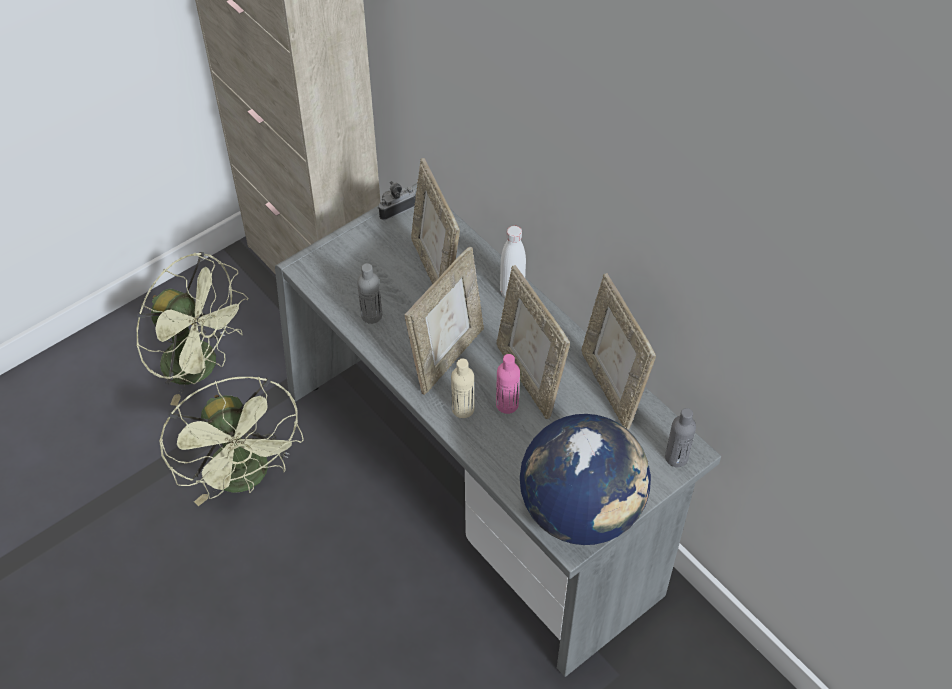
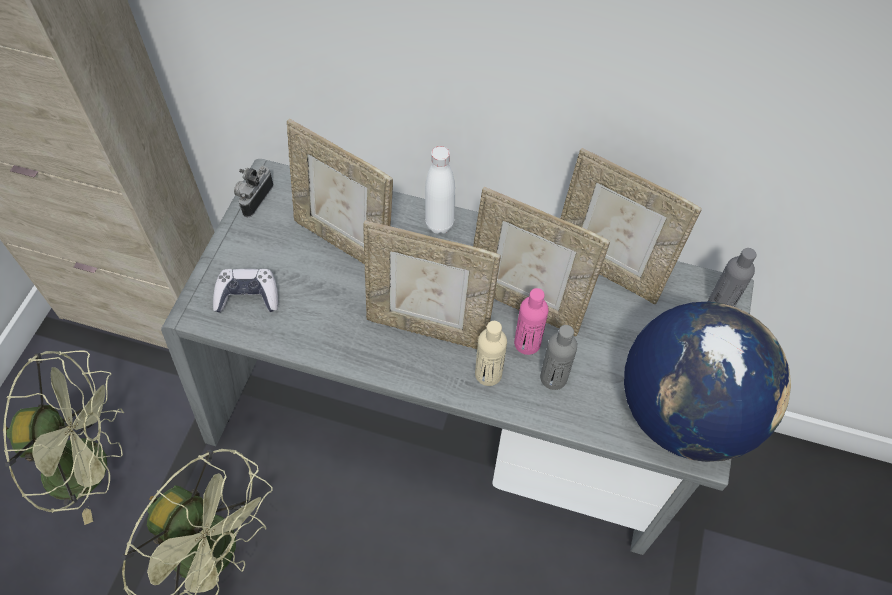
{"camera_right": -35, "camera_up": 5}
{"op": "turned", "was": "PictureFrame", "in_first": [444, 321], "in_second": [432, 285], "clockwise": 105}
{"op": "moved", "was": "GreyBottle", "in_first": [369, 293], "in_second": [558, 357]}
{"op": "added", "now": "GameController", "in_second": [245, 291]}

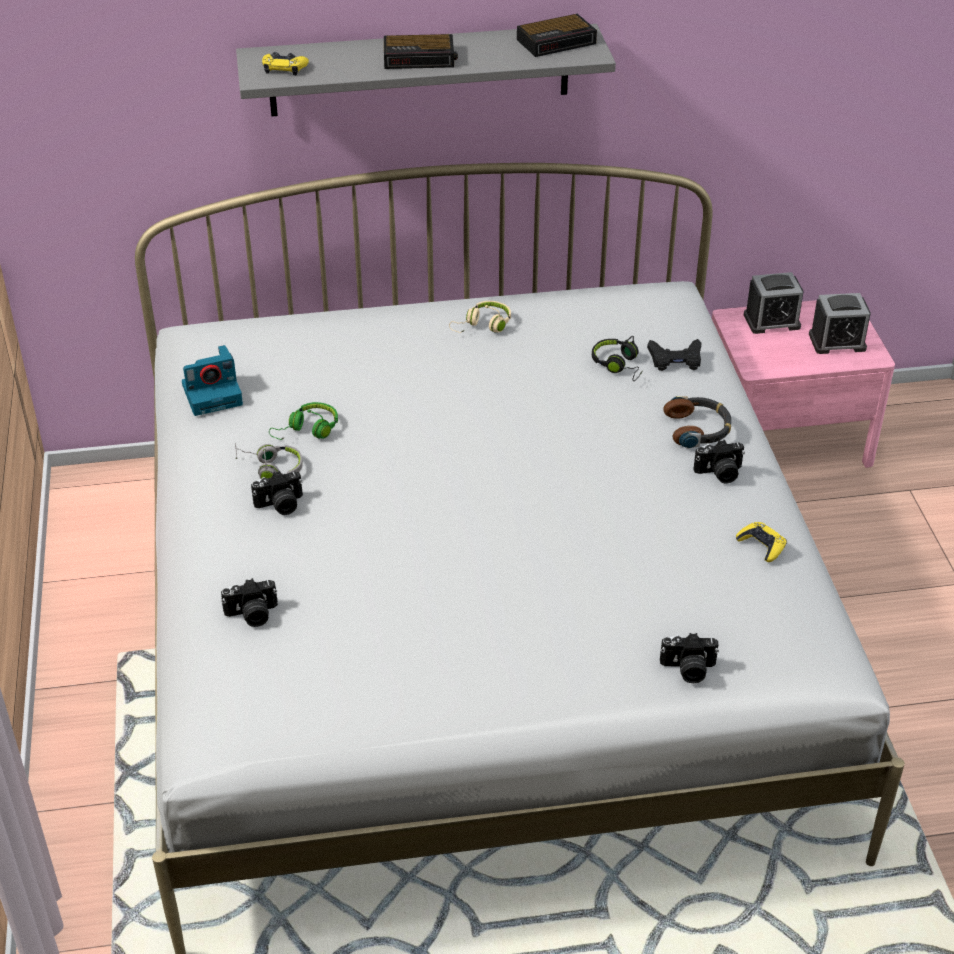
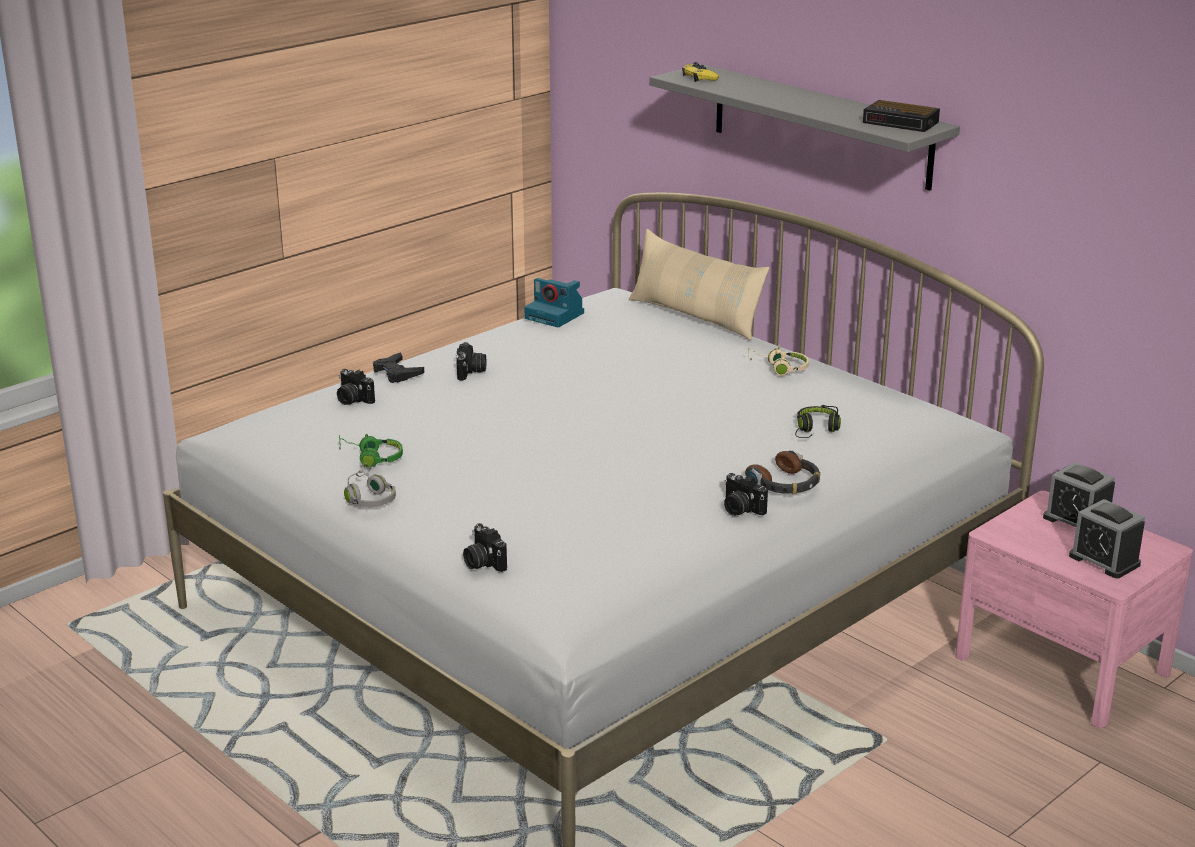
{"camera_right": 55, "camera_up": -15}
{"op": "removed", "was": "AlarmClock", "in_first": [421, 51]}
{"op": "moved", "was": "BlackGameController", "in_first": [674, 355], "in_second": [398, 367]}
{"op": "moved", "was": "GreenHeadphones", "in_first": [303, 421], "in_second": [371, 451]}
{"op": "moved", "was": "GreyHeadphones", "in_first": [269, 461], "in_second": [370, 485]}
{"op": "turned", "was": "PhotoCamera", "in_first": [277, 493], "in_second": [470, 361], "clockwise": -120}
{"op": "removed", "was": "YellowGameController", "in_first": [761, 542]}
{"op": "added", "now": "BeigePillow", "in_second": [699, 284]}

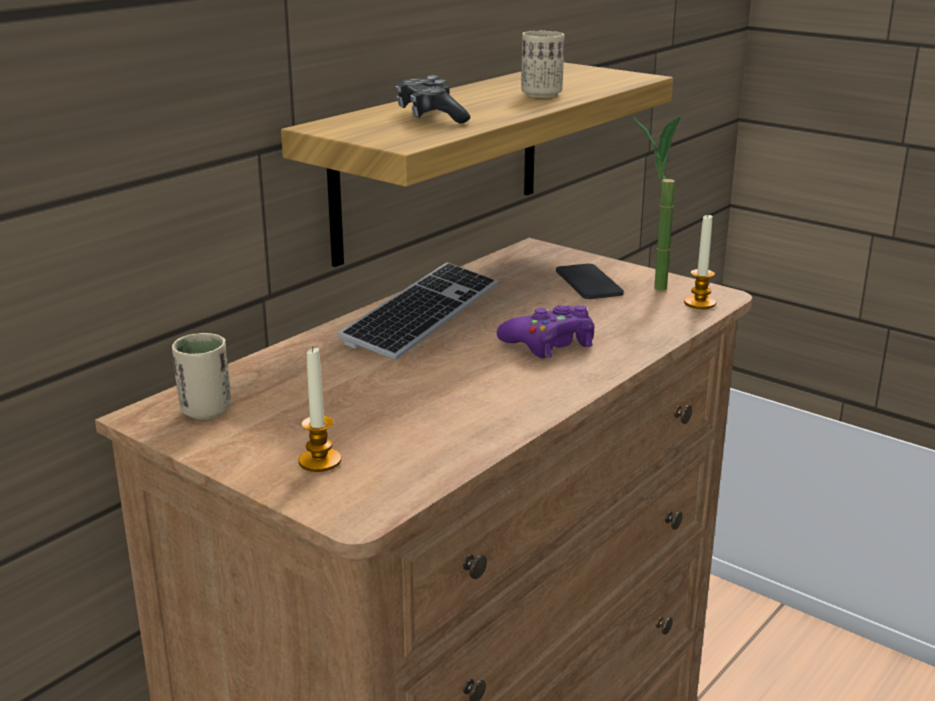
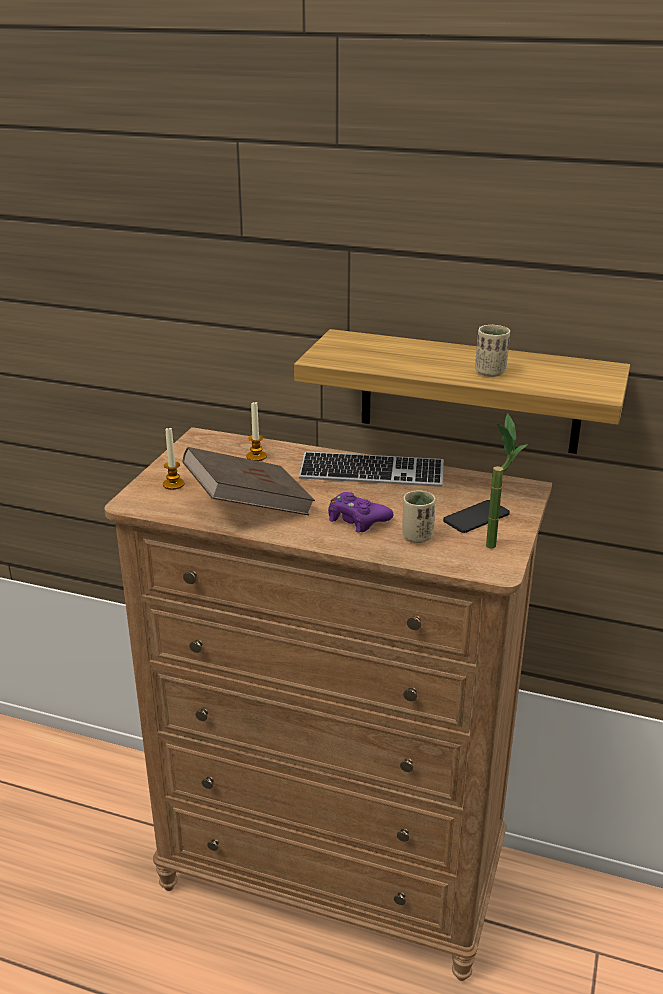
{"camera_right": 70, "camera_up": 5}
{"op": "removed", "was": "GameController", "in_first": [433, 99]}
{"op": "moved", "was": "Candle", "in_first": [700, 262], "in_second": [256, 431]}
{"op": "moved", "was": "BeigeCup", "in_first": [202, 376], "in_second": [419, 516]}
{"op": "added", "now": "BrownBook", "in_second": [248, 481]}

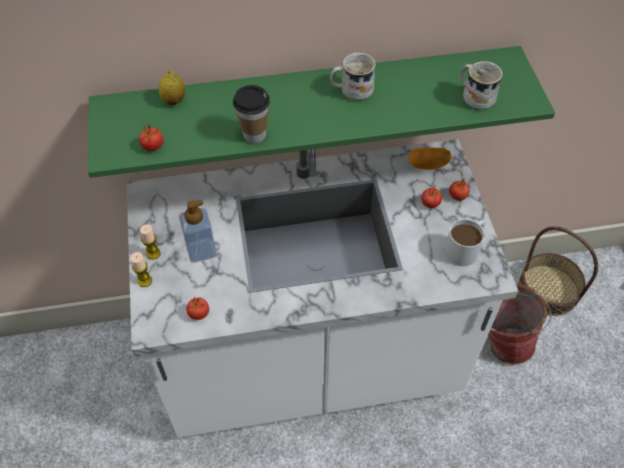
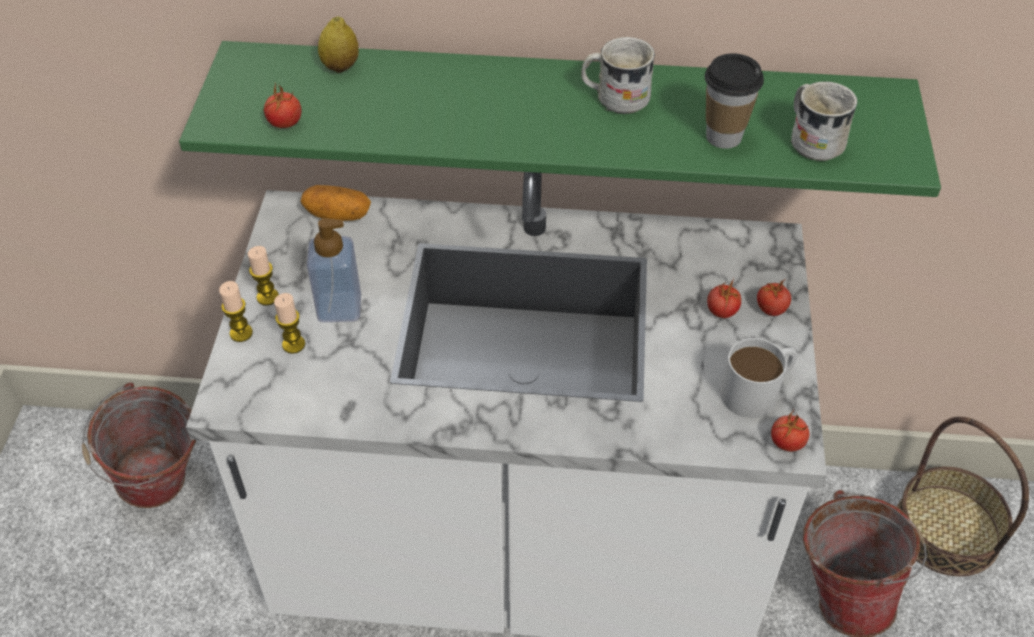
{"camera_right": 15, "camera_up": -5}
{"op": "moved", "was": "Cup", "in_first": [251, 114], "in_second": [734, 101]}
{"op": "moved", "was": "Potato", "in_first": [430, 158], "in_second": [336, 203]}
{"op": "moved", "was": "Tomato", "in_first": [197, 307], "in_second": [790, 430]}
{"op": "added", "now": "Candle", "in_second": [289, 323]}
{"op": "added", "now": "Bucket", "in_second": [139, 445]}

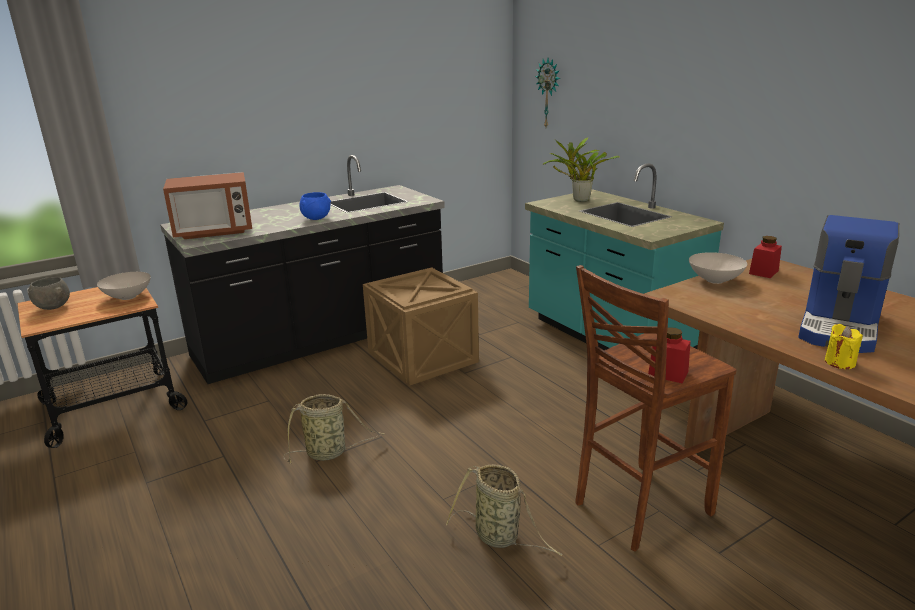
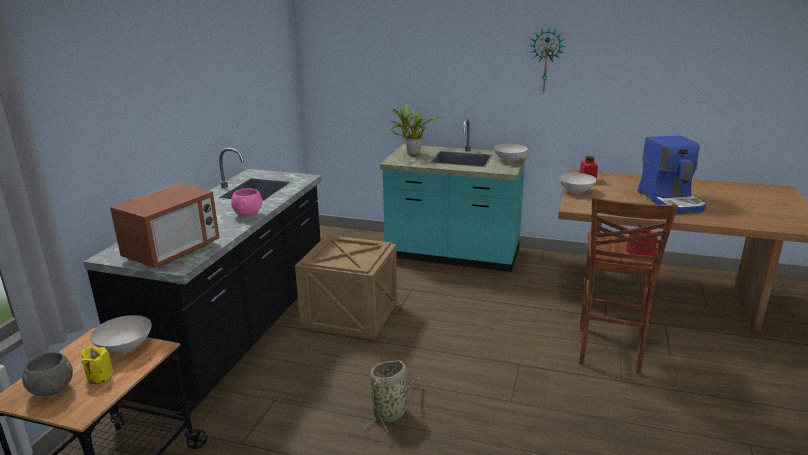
{"camera_right": -40, "camera_up": 0}
{"op": "moved", "was": "WallClock", "in_first": [547, 92], "in_second": [547, 60]}
{"op": "recoloured", "was": "BlueBowl", "now": "PinkBowl", "in_first": [315, 206], "in_second": [246, 202]}
{"op": "moved", "was": "YellowCandle", "in_first": [844, 346], "in_second": [97, 365]}
{"op": "removed", "was": "Basket", "in_first": [504, 510]}
{"op": "added", "now": "WhiteBowl", "in_second": [511, 153]}

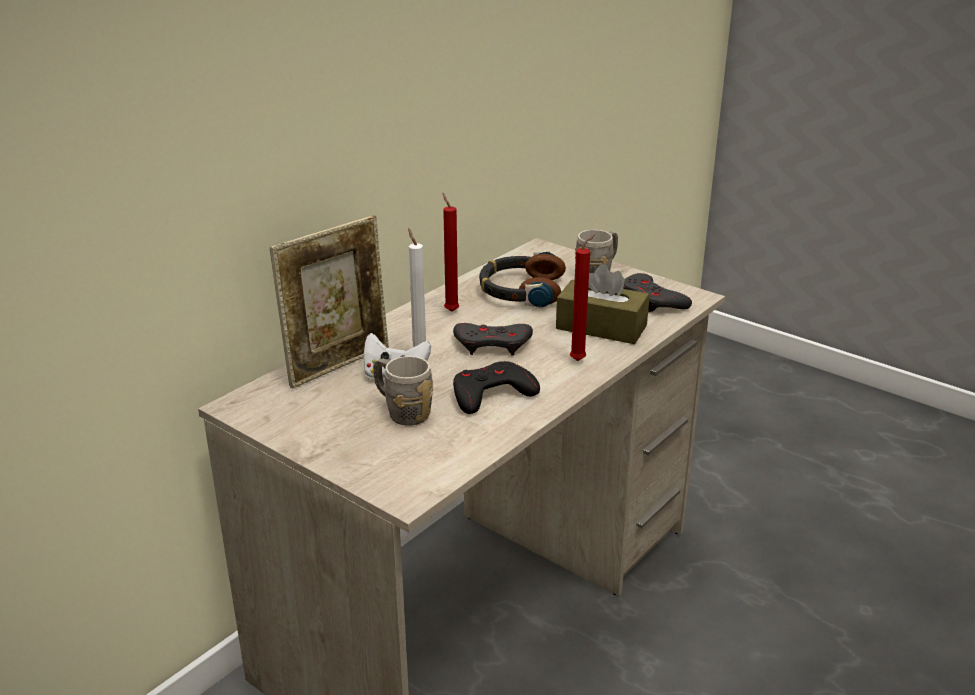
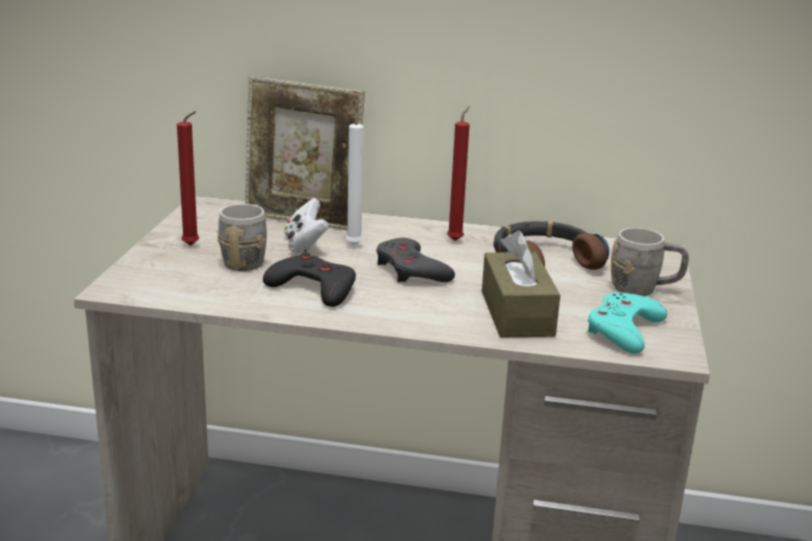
{"camera_right": 60, "camera_up": -5}
{"op": "moved", "was": "RedCandle", "in_first": [582, 297], "in_second": [188, 178]}
{"op": "recoloured", "was": "GreyGameController", "now": "TurquoiseGameController", "in_first": [657, 292], "in_second": [627, 323]}

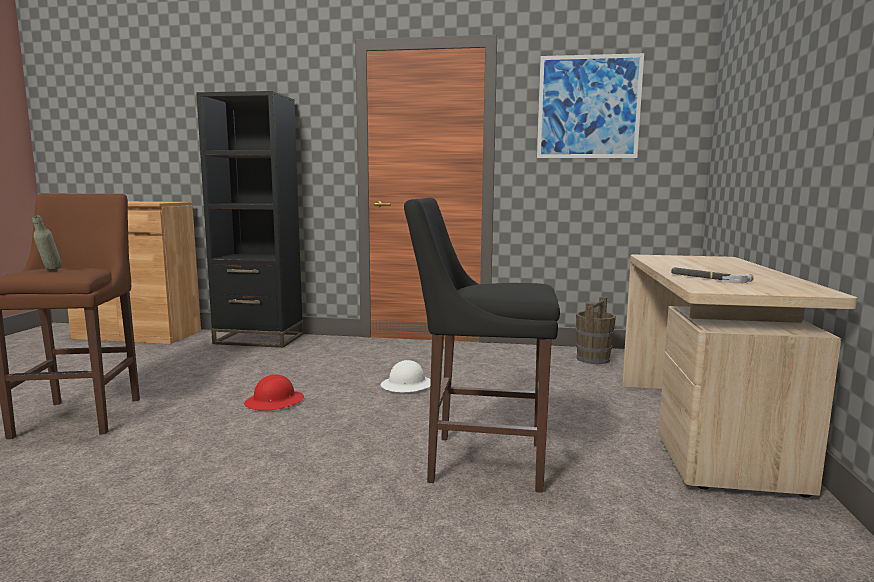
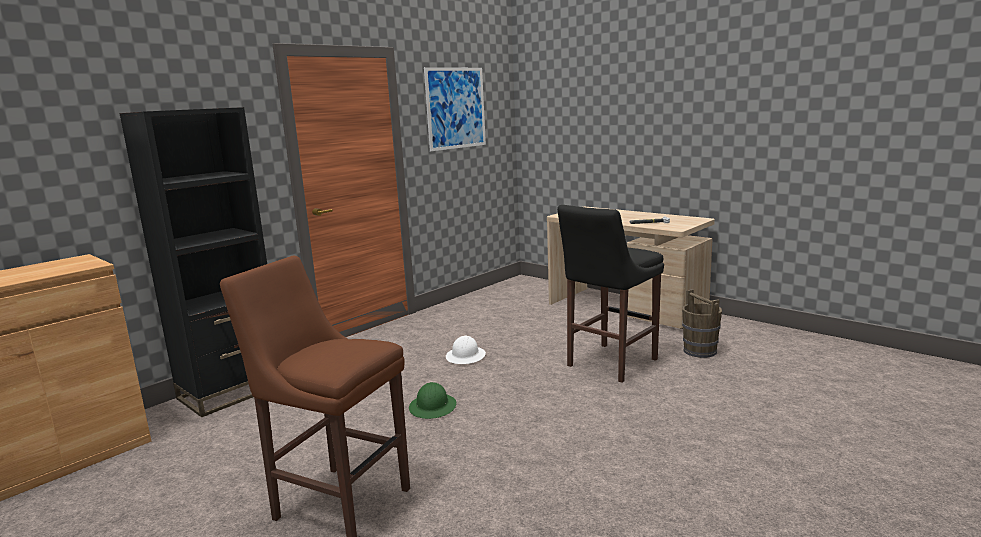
{"camera_right": -55, "camera_up": 5}
{"op": "removed", "was": "GreyBottle", "in_first": [47, 243]}
{"op": "moved", "was": "BrownBucket", "in_first": [596, 330], "in_second": [702, 323]}
{"op": "recoloured", "was": "RedHardHat", "now": "GreenHardHat", "in_first": [274, 392], "in_second": [432, 400]}

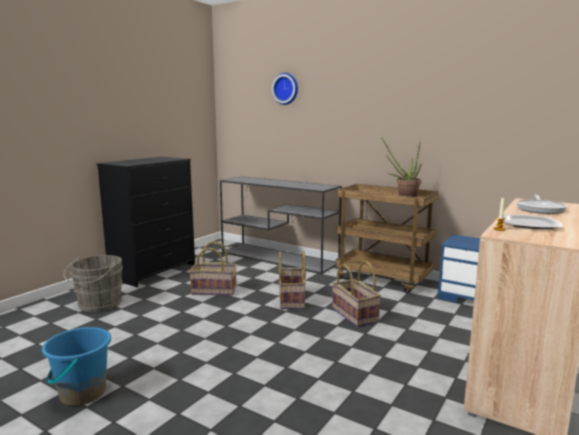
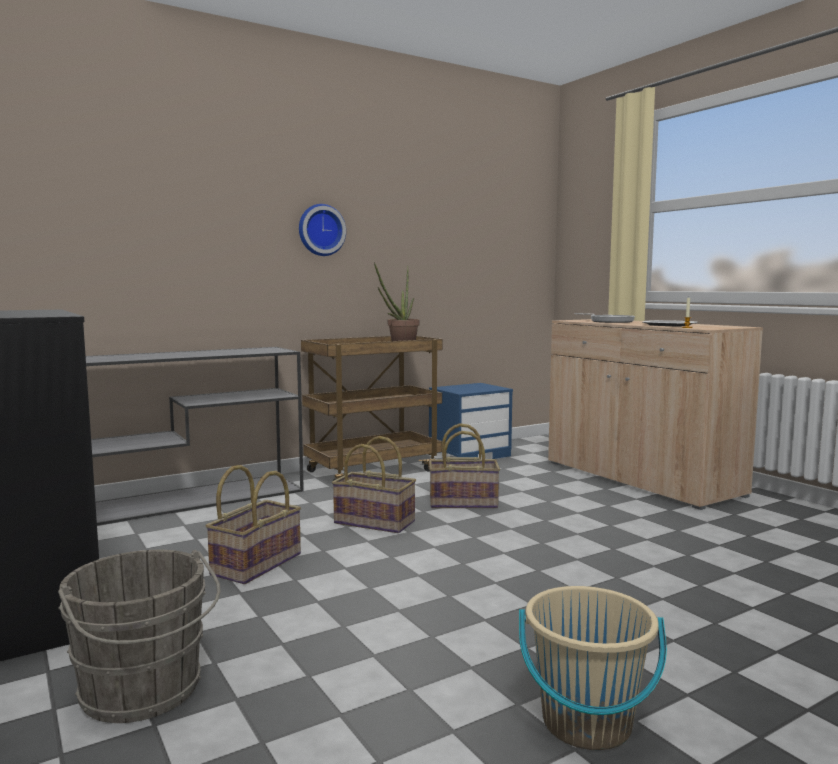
{"camera_right": -65, "camera_up": -5}
{"op": "moved", "was": "WallClock", "in_first": [285, 89], "in_second": [322, 230]}
{"op": "recoloured", "was": "BlueBucket", "now": "BeigeBucket", "in_first": [76, 366], "in_second": [593, 668]}

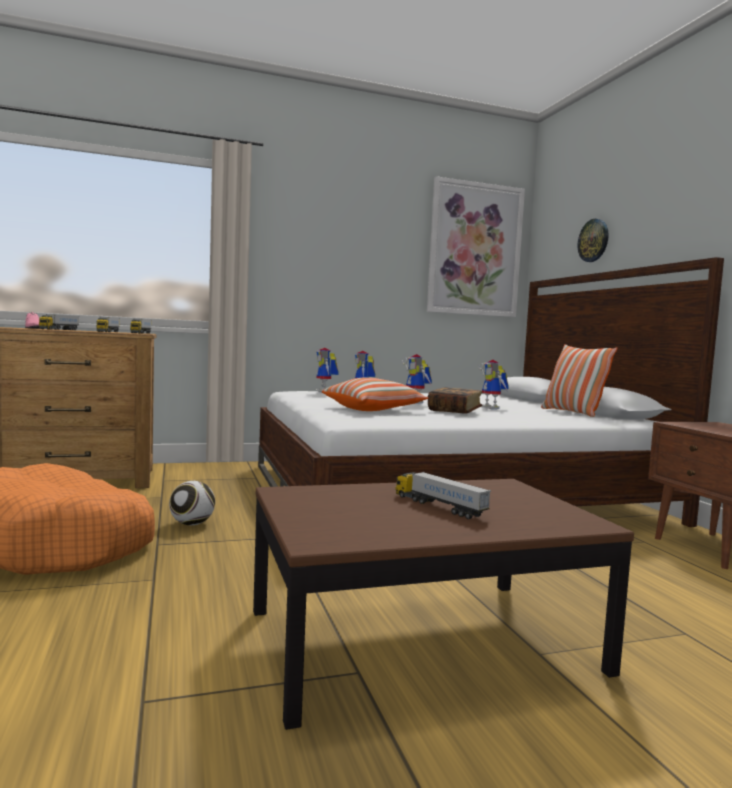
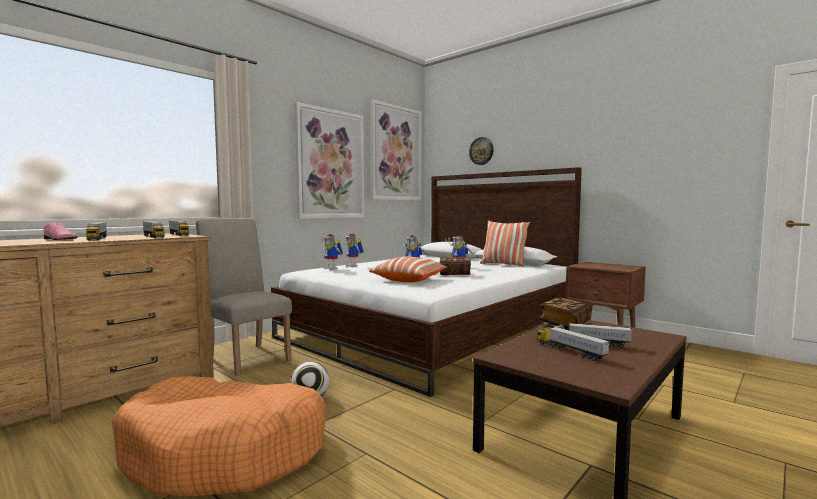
{"camera_right": -30, "camera_up": 0}
{"op": "added", "now": "Picture", "in_second": [329, 160]}
{"op": "added", "now": "BeigeChair", "in_second": [244, 297]}
{"op": "added", "now": "Book", "in_second": [565, 314]}
{"op": "added", "now": "ToyTruck", "in_second": [573, 344]}

